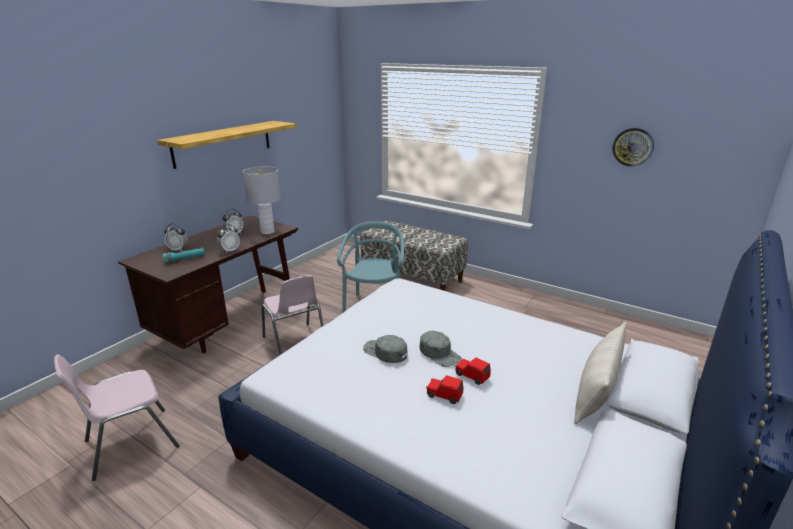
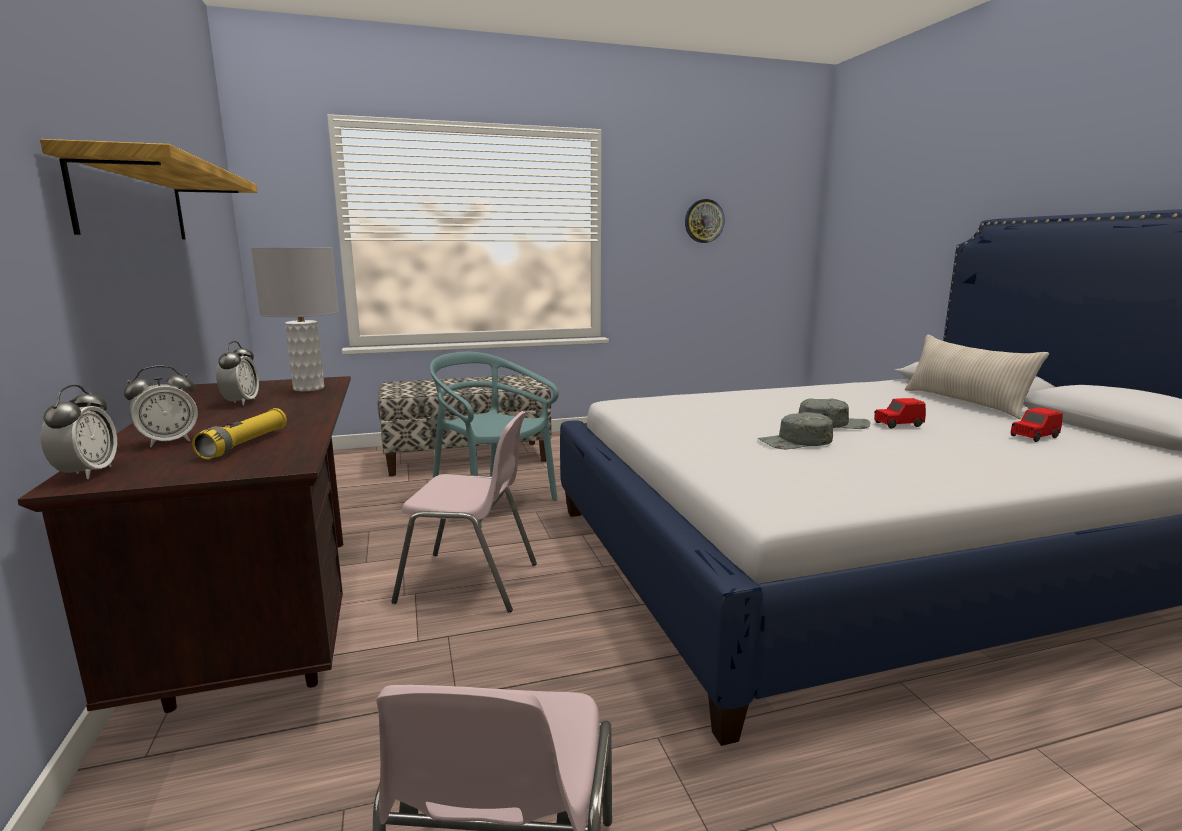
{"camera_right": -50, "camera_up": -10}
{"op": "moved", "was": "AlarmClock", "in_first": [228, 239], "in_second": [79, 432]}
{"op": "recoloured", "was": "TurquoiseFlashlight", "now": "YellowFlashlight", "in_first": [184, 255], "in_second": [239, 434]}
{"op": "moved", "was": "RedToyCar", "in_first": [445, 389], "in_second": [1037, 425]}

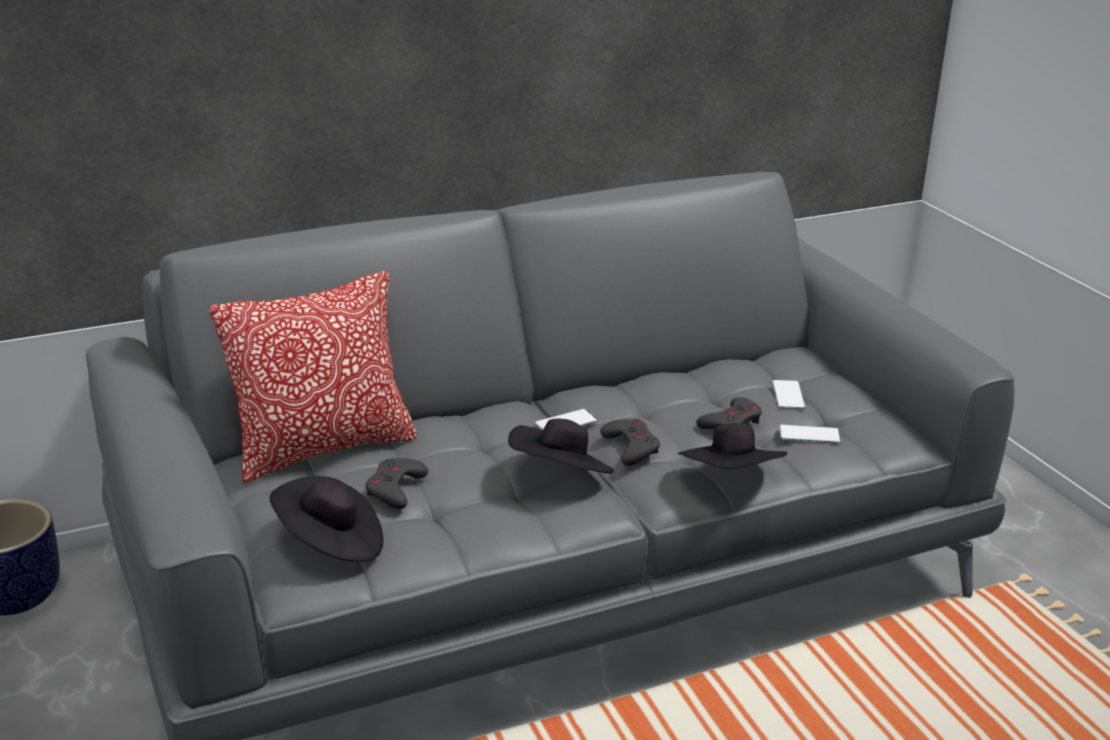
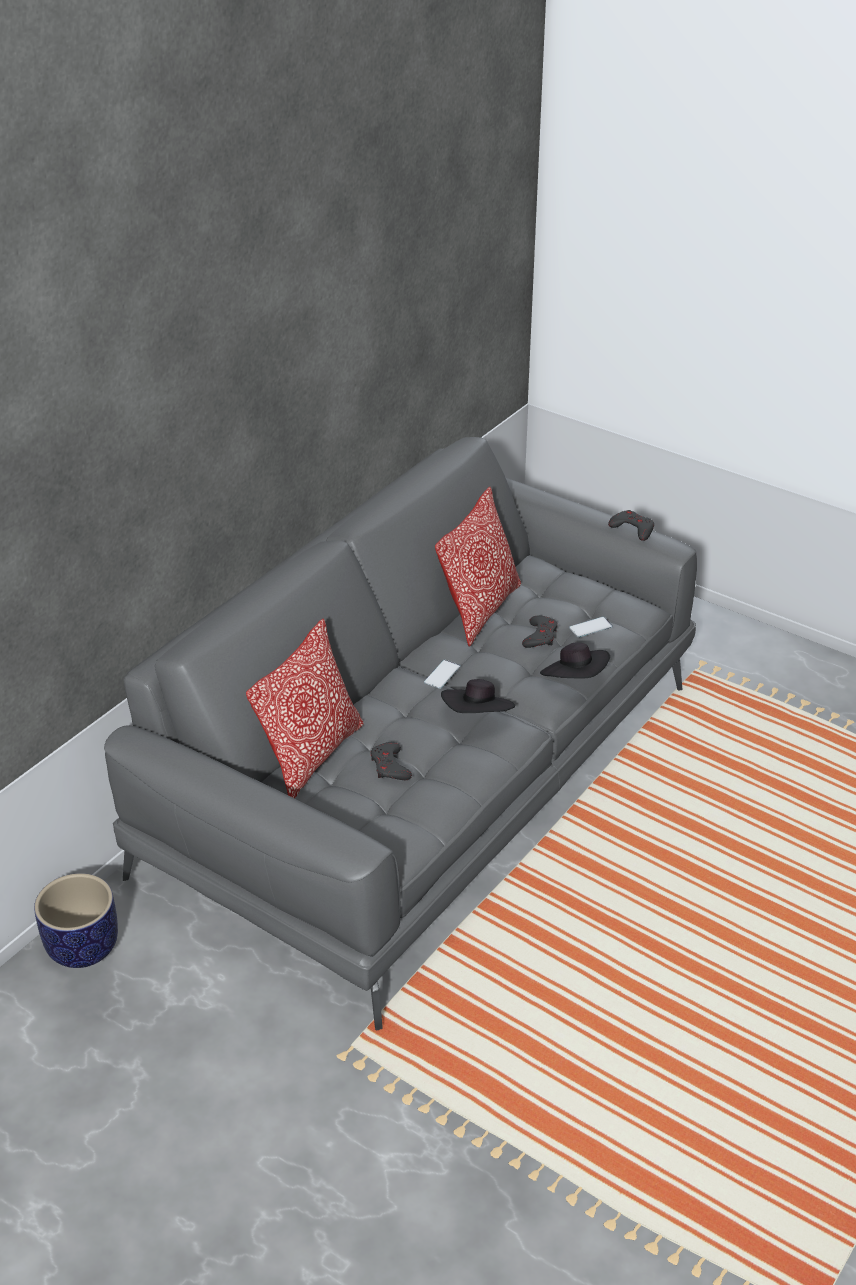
{"camera_right": -30, "camera_up": 10}
{"op": "removed", "was": "Phone", "in_first": [788, 394]}
{"op": "moved", "was": "GreyGameController", "in_first": [630, 442], "in_second": [631, 525]}
{"op": "removed", "was": "BlackHat", "in_first": [327, 519]}
{"op": "added", "now": "Pillow", "in_second": [478, 566]}

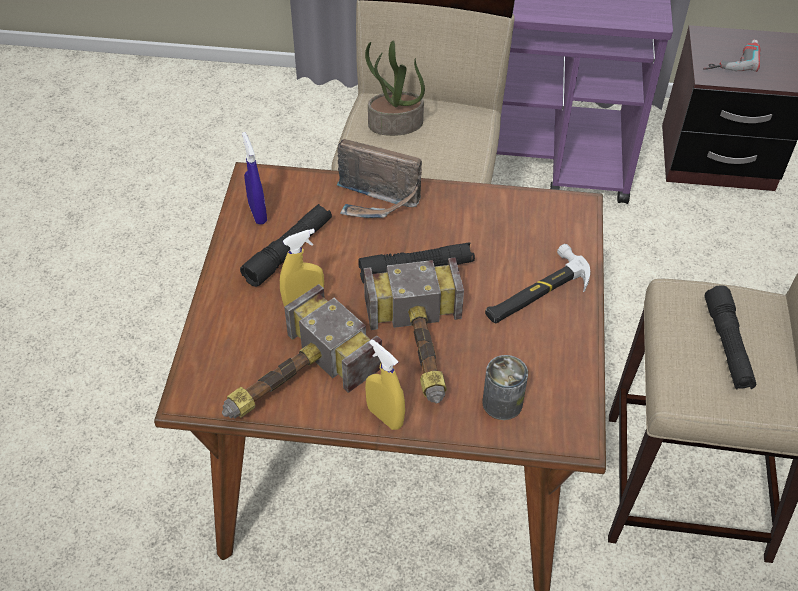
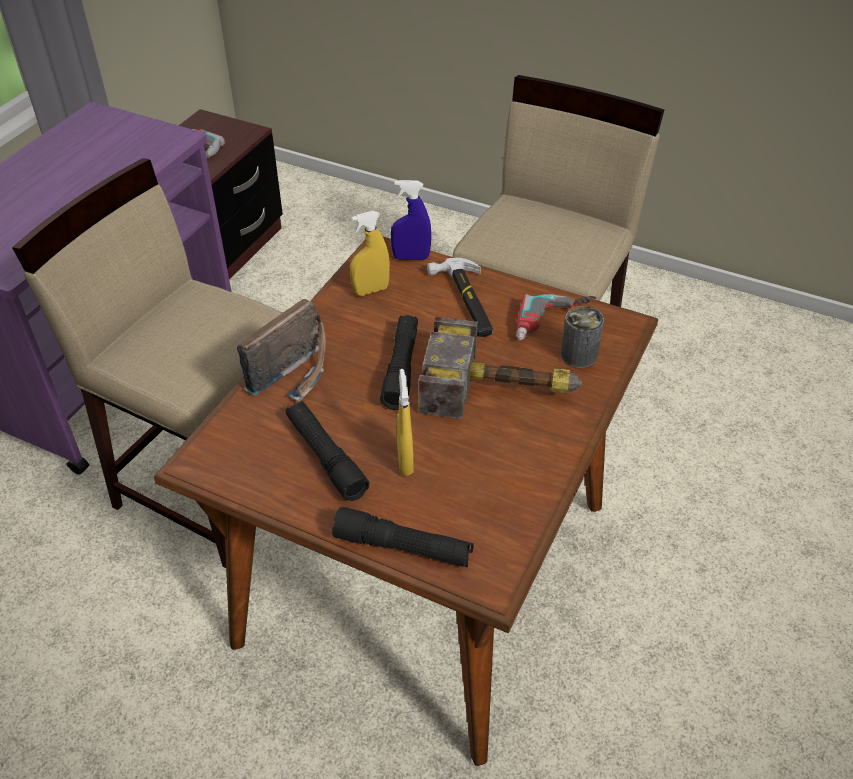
{"camera_right": -70, "camera_up": -5}
{"op": "removed", "was": "PottedPlant", "in_first": [395, 88]}
{"op": "moved", "was": "BlueSprayBottle", "in_first": [254, 178], "in_second": [411, 220]}
{"op": "removed", "was": "Hammer", "in_first": [302, 351]}
{"op": "moved", "was": "BlackFlashlight", "in_first": [730, 337], "in_second": [403, 537]}
{"op": "moved", "was": "YellowSprayBottle", "in_first": [385, 384], "in_second": [370, 253]}
{"op": "added", "now": "PowerDrill", "in_second": [556, 317]}

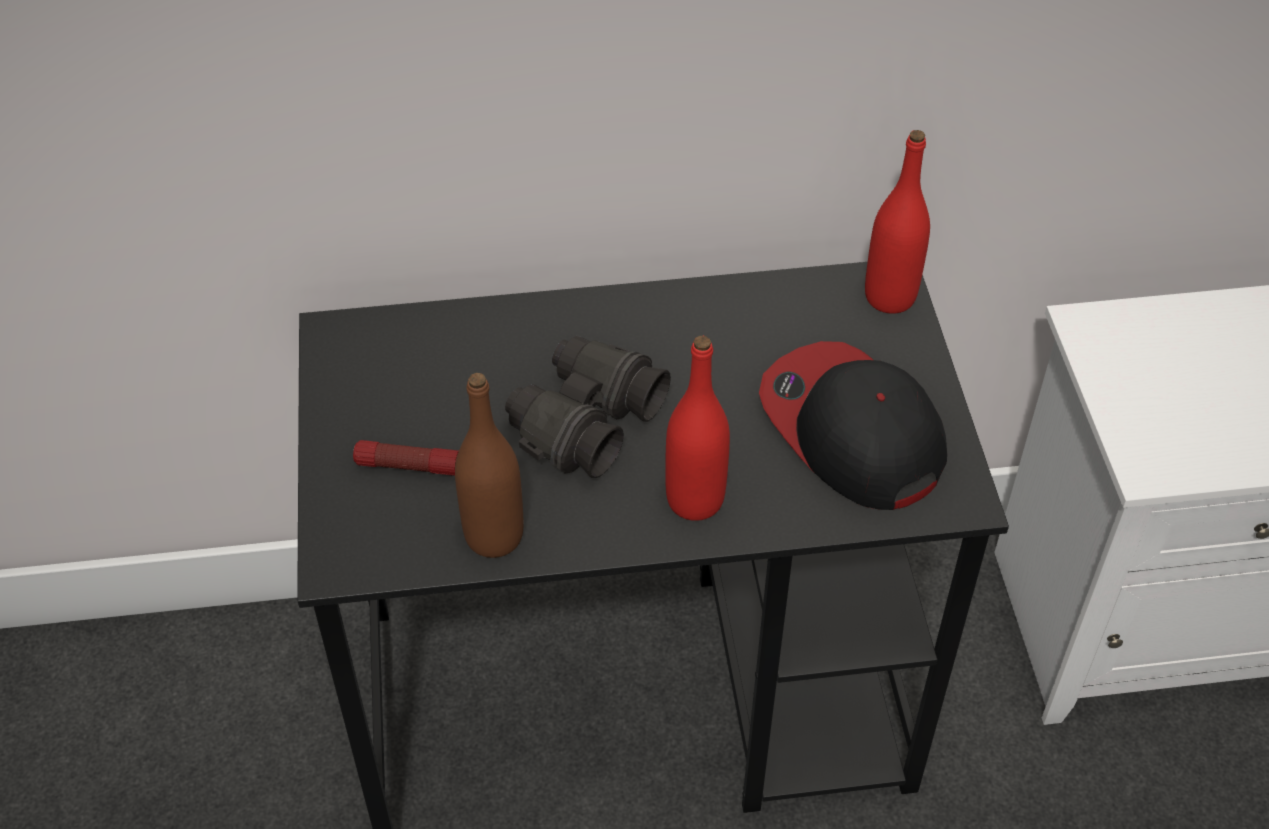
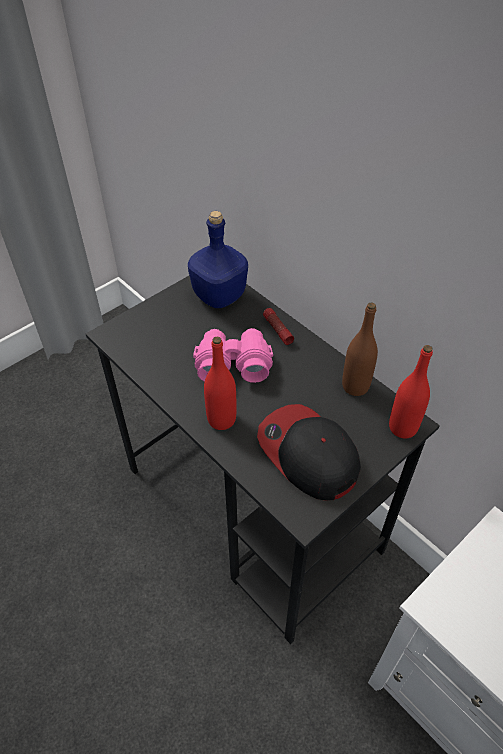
{"camera_right": 55, "camera_up": 0}
{"op": "recoloured", "was": "BlackBinoculars", "now": "PinkBinoculars", "in_first": [588, 407], "in_second": [233, 355]}
{"op": "turned", "was": "Cap", "in_first": [853, 425], "in_second": [309, 452], "clockwise": -60}
{"op": "moved", "was": "BrownBottle", "in_first": [489, 465], "in_second": [360, 349]}
{"op": "moved", "was": "Flashlight", "in_first": [406, 458], "in_second": [278, 326]}
{"op": "added", "now": "BlueBottle", "in_second": [218, 259]}

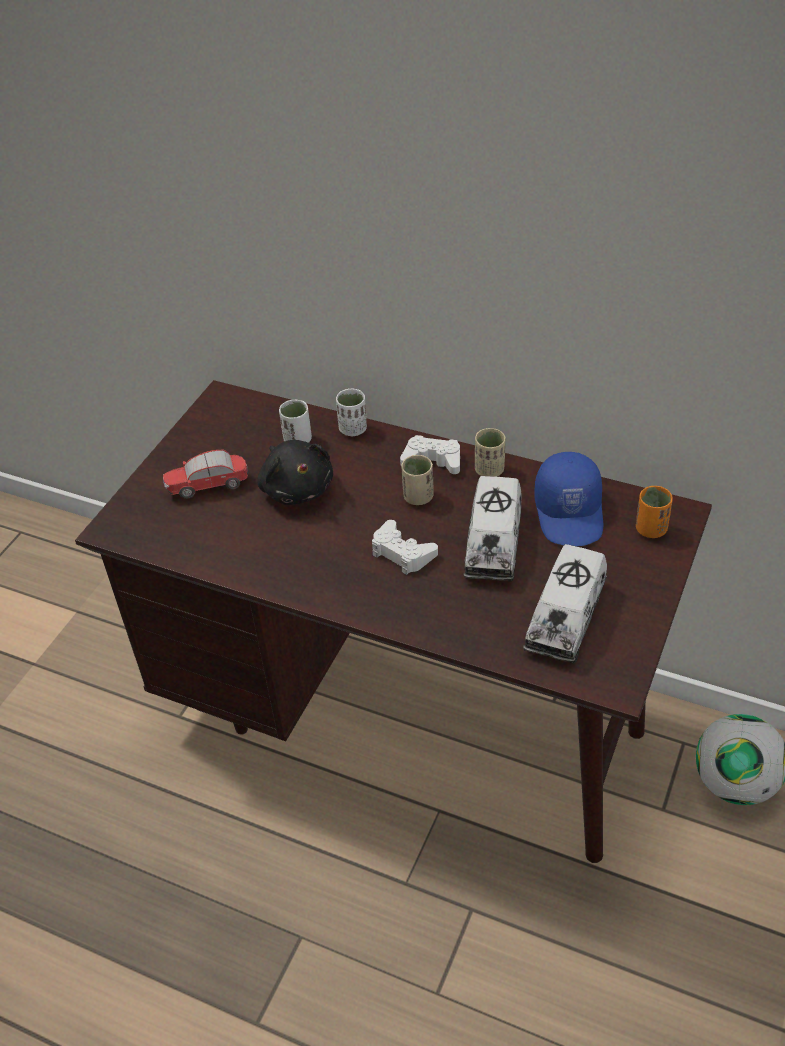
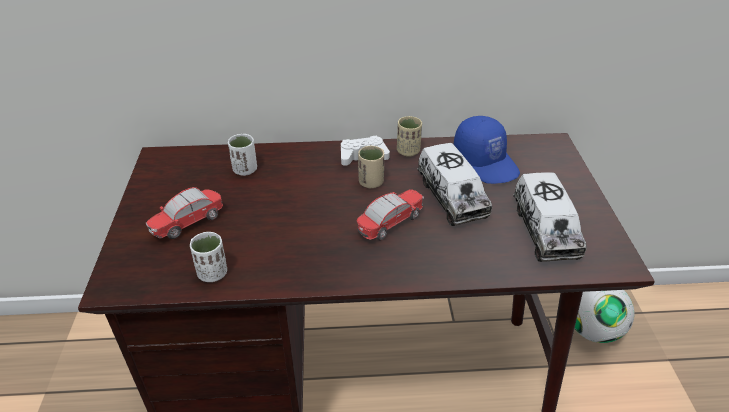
{"camera_right": -30, "camera_up": -5}
{"op": "moved", "was": "WhiteCup", "in_first": [351, 412], "in_second": [208, 257]}
{"op": "removed", "was": "BlackPlushToy", "in_first": [295, 472]}
{"op": "removed", "was": "OrangeCup", "in_first": [654, 512]}
{"op": "replaced", "was": "WhiteGameController", "now": "ToyCar", "in_first": [405, 547], "in_second": [390, 215]}

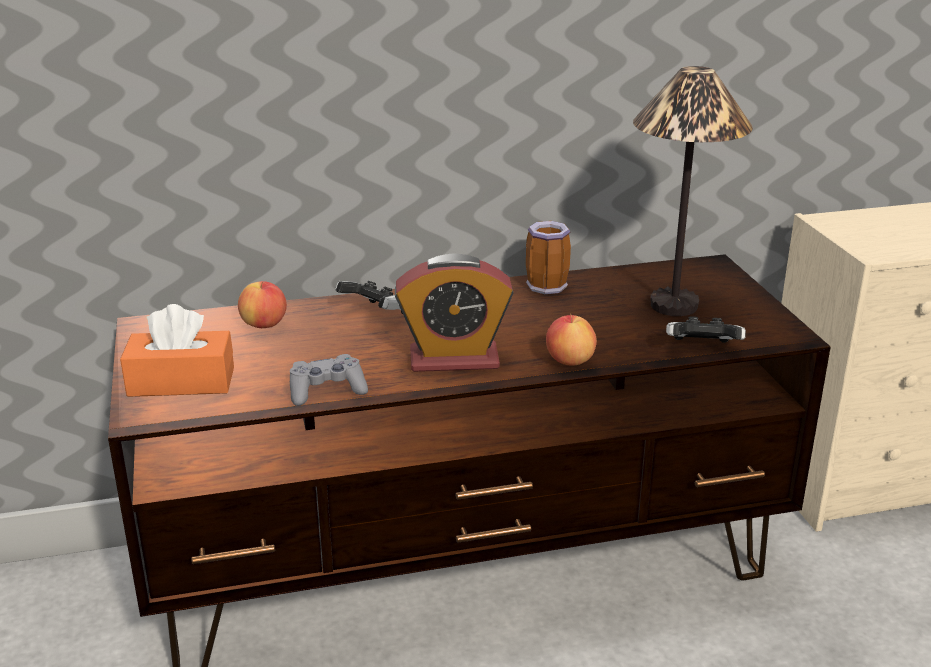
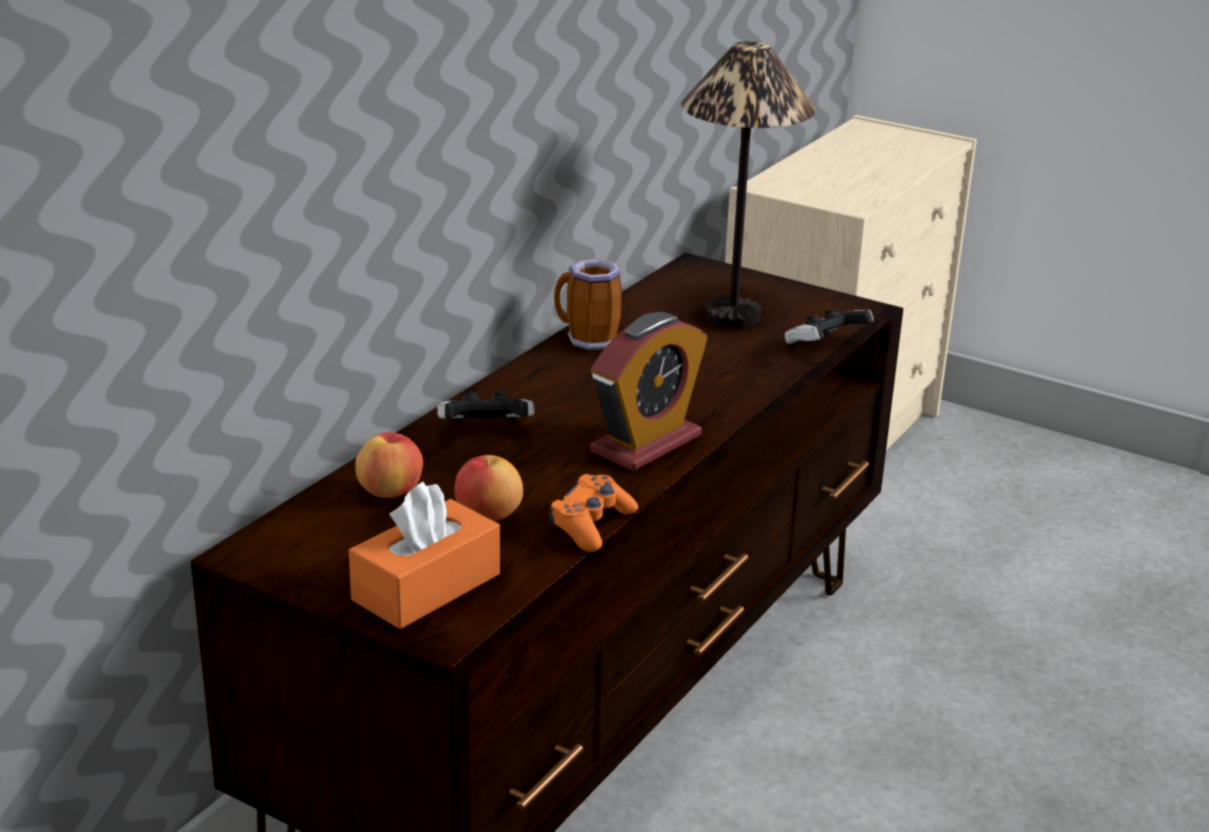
{"camera_right": -45, "camera_up": 0}
{"op": "moved", "was": "Apple", "in_first": [571, 340], "in_second": [489, 488]}
{"op": "recoloured", "was": "GreyGameController", "now": "OrangeGameController", "in_first": [329, 380], "in_second": [593, 513]}

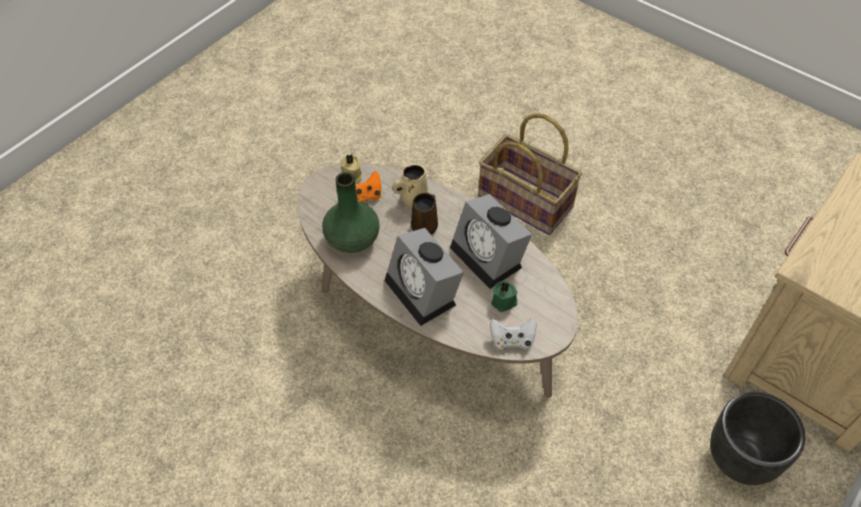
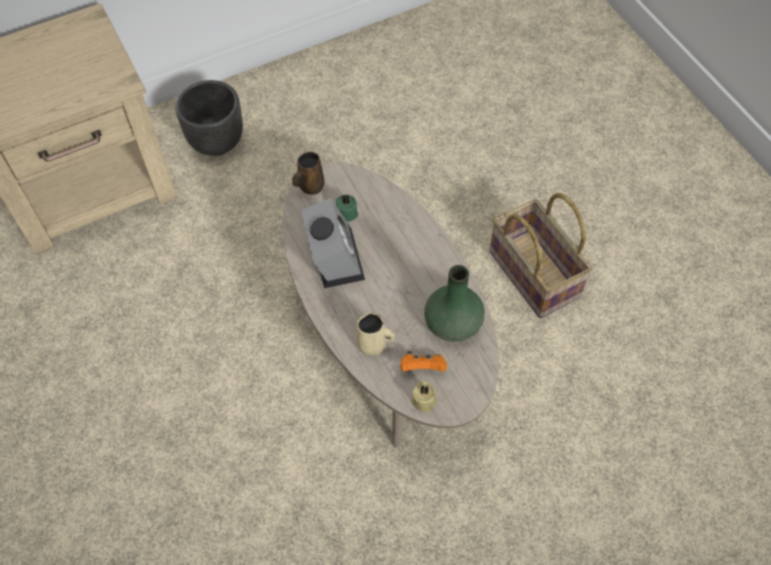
{"camera_right": -155, "camera_up": 5}
{"op": "moved", "was": "Basket", "in_first": [530, 174], "in_second": [540, 255]}
{"op": "moved", "was": "BrownMug", "in_first": [424, 213], "in_second": [308, 173]}
{"op": "removed", "was": "AlarmClock", "in_first": [424, 277]}
{"op": "removed", "was": "WhiteGameController", "in_first": [513, 334]}

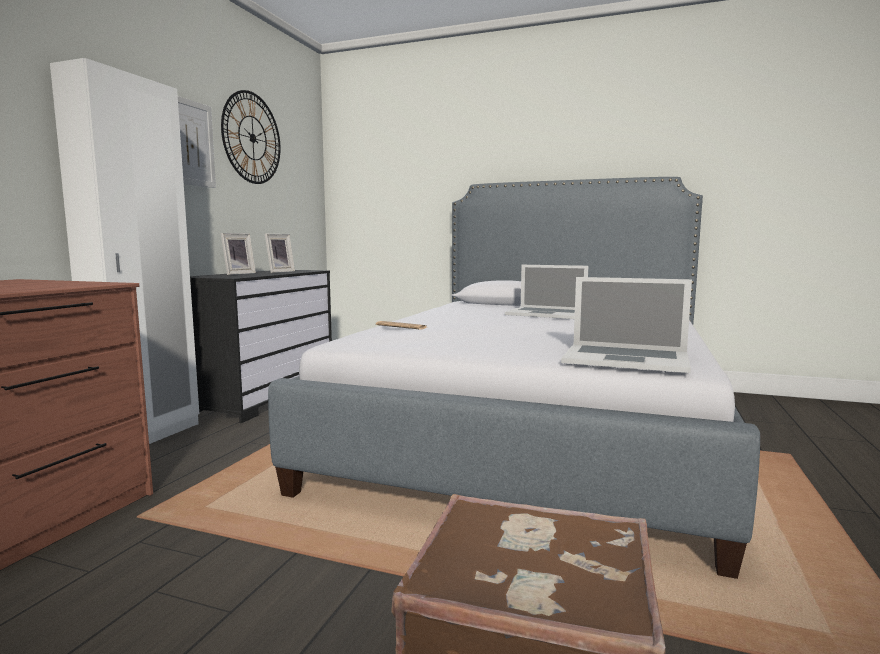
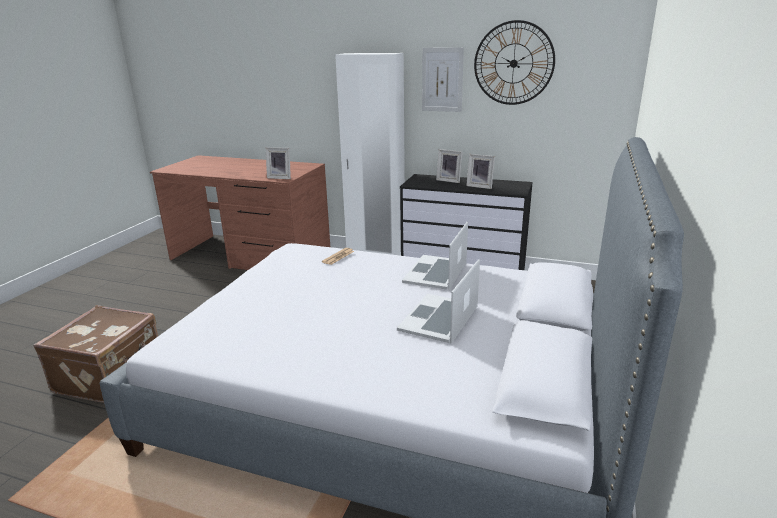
{"camera_right": 90, "camera_up": 15}
{"op": "moved", "was": "Laptop", "in_first": [626, 325], "in_second": [435, 256]}
{"op": "added", "now": "PictureFrame", "in_second": [278, 163]}

